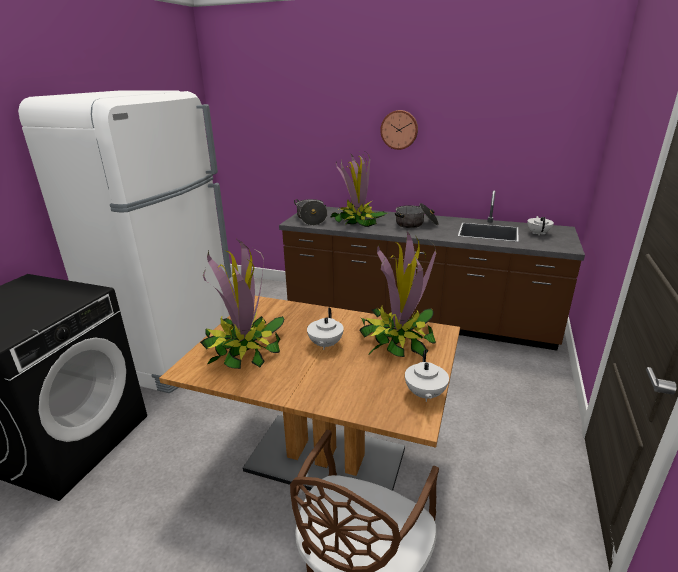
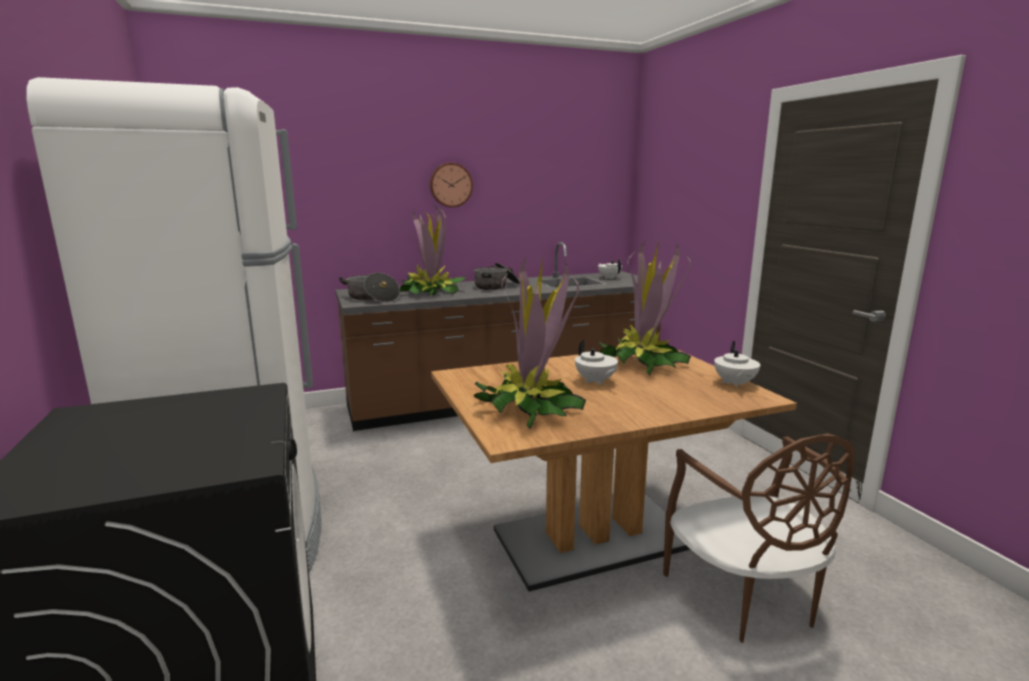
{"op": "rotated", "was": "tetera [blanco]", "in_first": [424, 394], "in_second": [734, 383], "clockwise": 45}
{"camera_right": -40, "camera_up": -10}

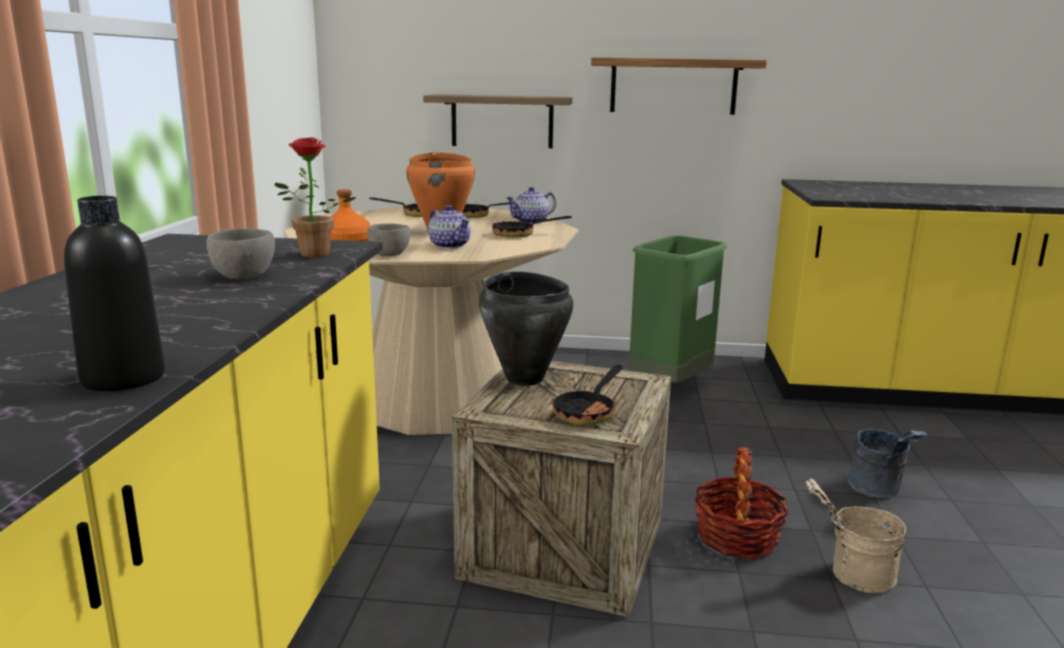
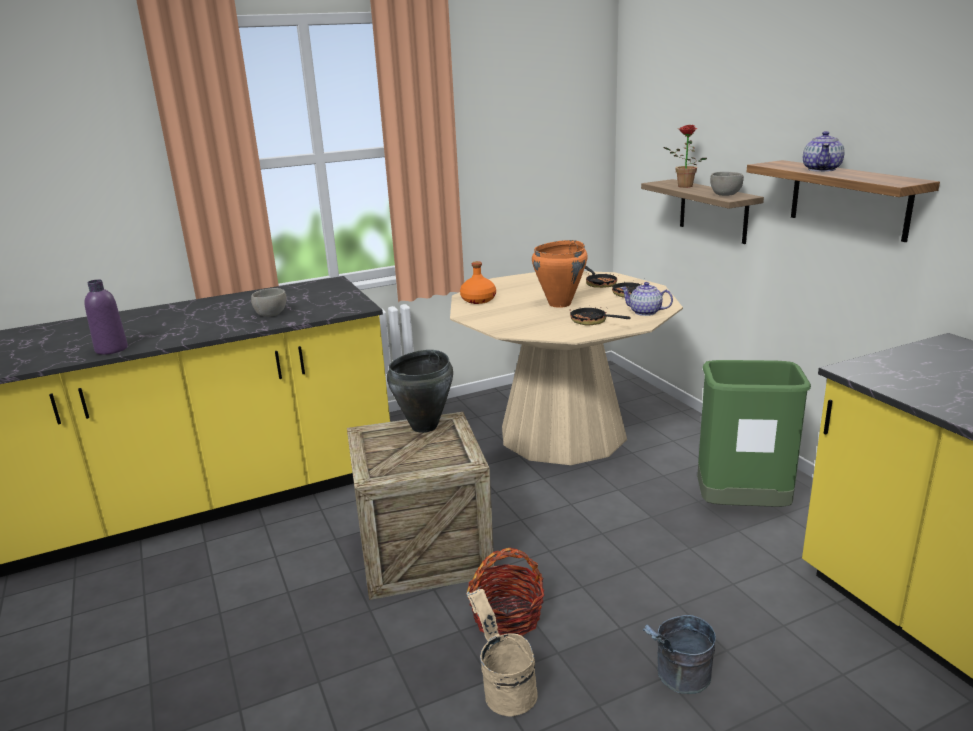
{"op": "gone", "was": "sartén", "in_first": [588, 412]}
{"op": "shifted", "was": "planta en maceta", "in_first": [312, 256], "in_second": [682, 186]}
{"op": "shifted", "was": "cuenco [gris]", "in_first": [391, 254], "in_second": [726, 195]}
{"op": "shifted", "was": "tetera", "in_first": [449, 245], "in_second": [822, 169]}
{"op": "repainted", "was": "botella [negro]", "now": "botella [morado]", "in_first": [123, 378], "in_second": [111, 349]}
{"camera_right": 60, "camera_up": 5}

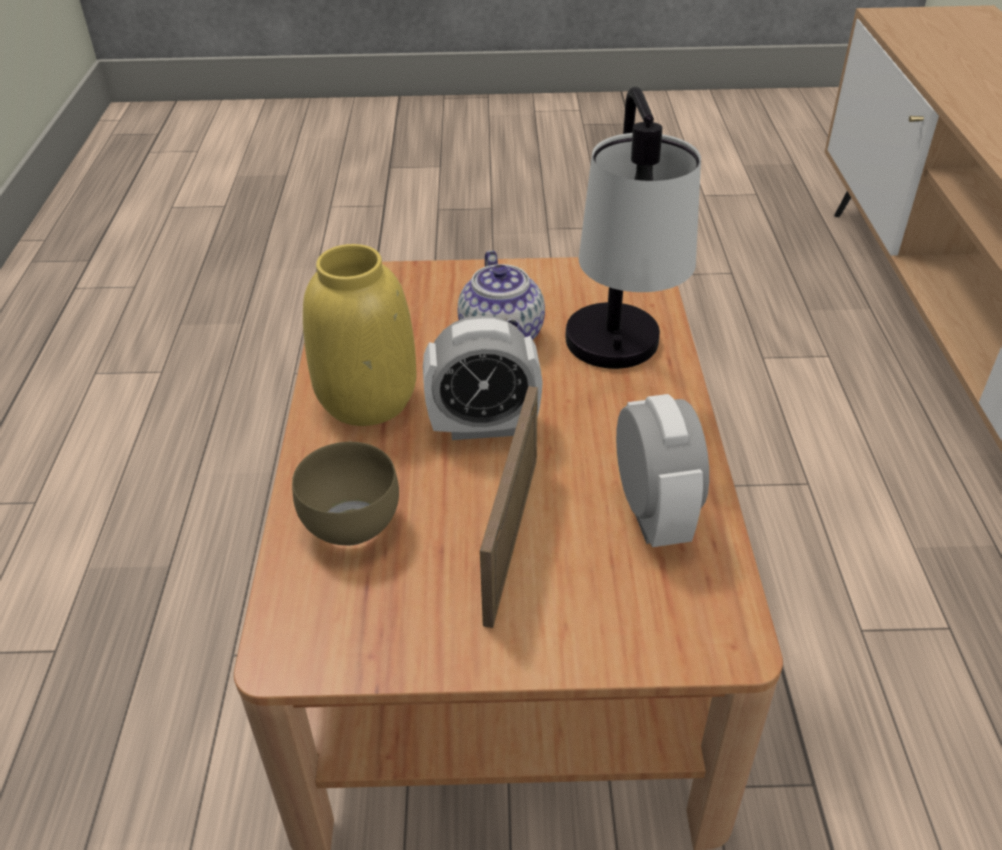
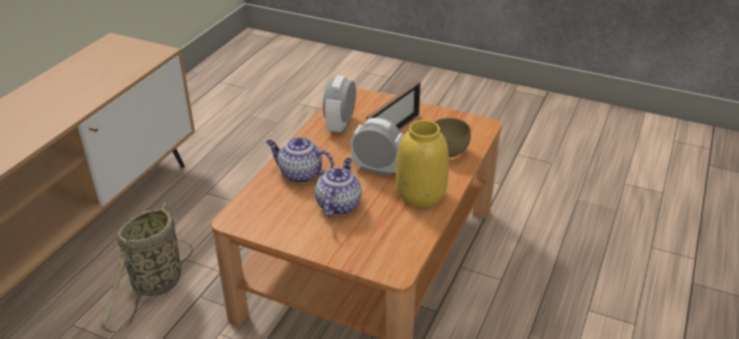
{"op": "new", "now": "cesta", "in_second": [156, 286]}
{"op": "swapped", "was": "lámpara de mesa", "now": "tetera", "in_first": [619, 369], "in_second": [300, 174]}
{"camera_right": -155, "camera_up": -5}

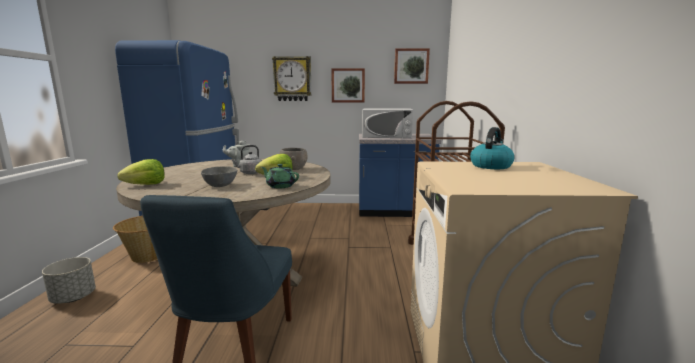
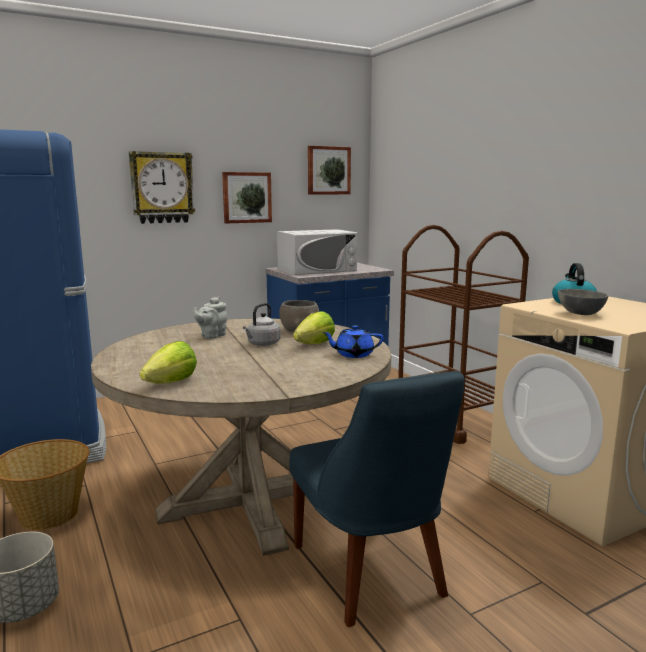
{"op": "shifted", "was": "cuenco [gris]", "in_first": [220, 185], "in_second": [579, 313]}
{"op": "repainted", "was": "tetera [verde]", "now": "tetera [azul]", "in_first": [280, 186], "in_second": [353, 354]}
{"camera_right": -30, "camera_up": 0}

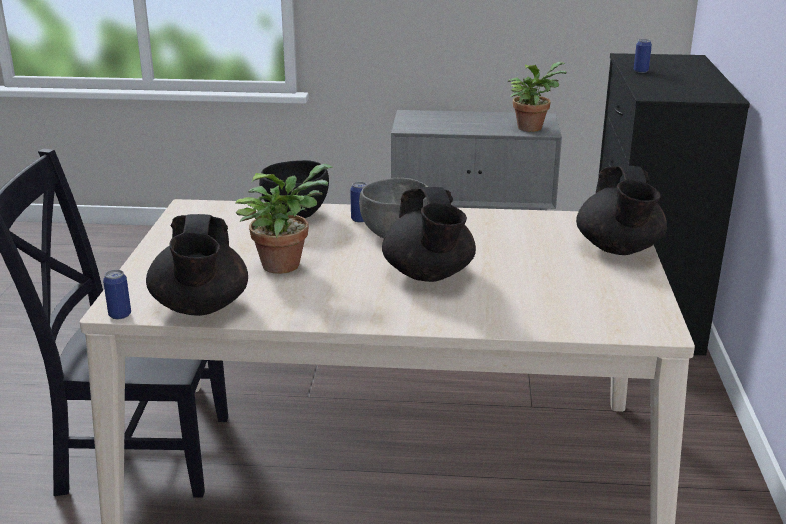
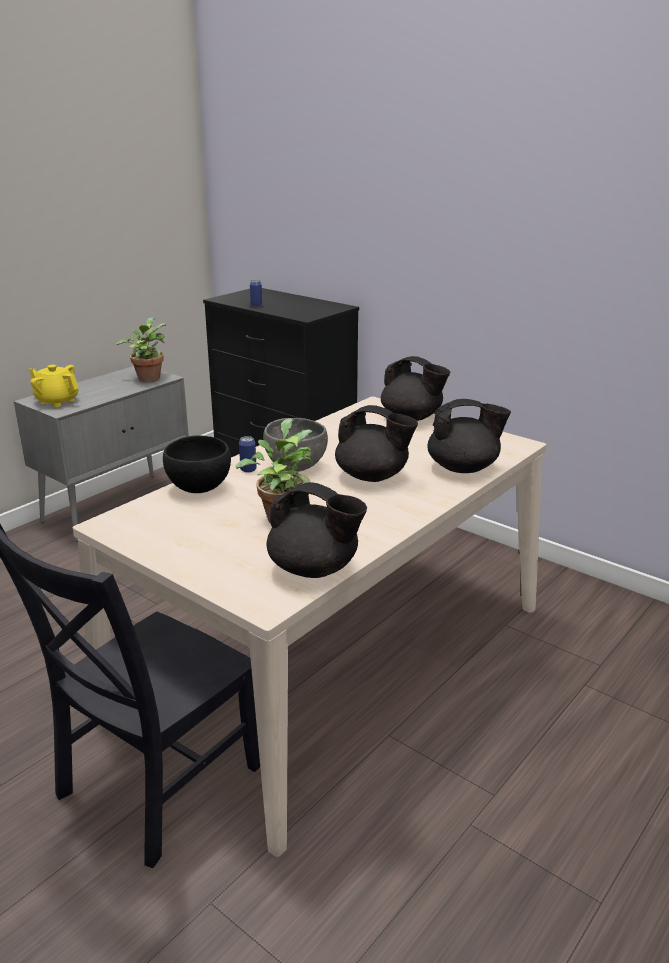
{"op": "gone", "was": "lata", "in_first": [120, 315]}
{"op": "new", "now": "tetera [amarillo]", "in_second": [57, 401]}
{"op": "new", "now": "tetera [negro]", "in_second": [464, 468]}
{"camera_right": -55, "camera_up": 0}

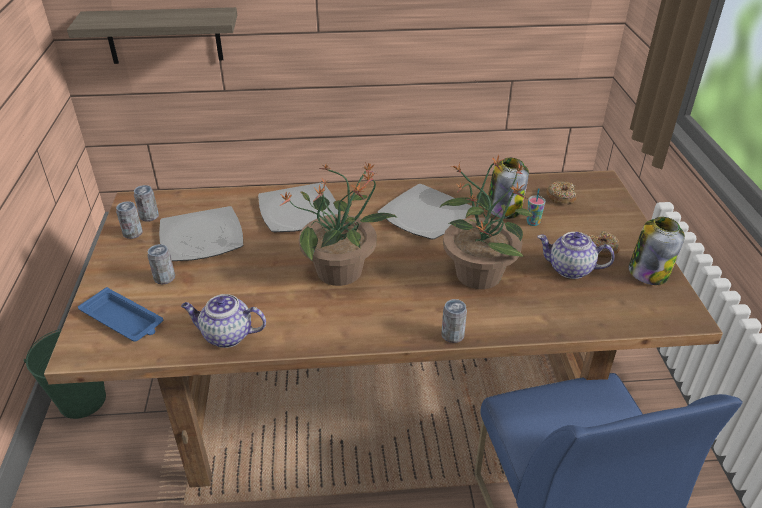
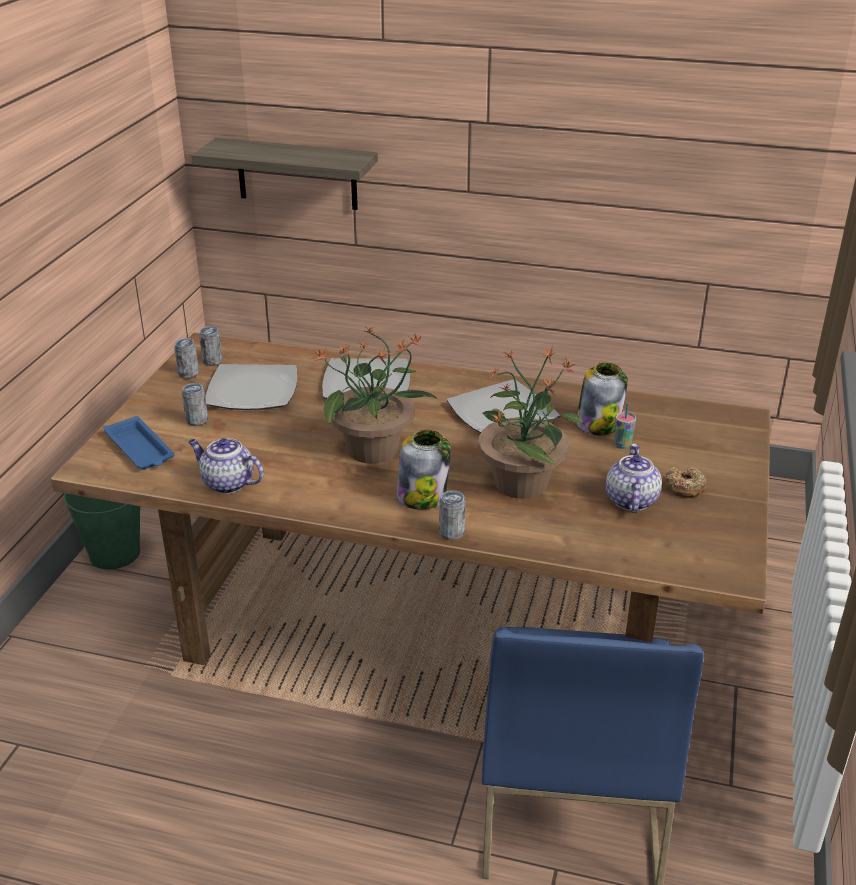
{"op": "gone", "was": "rosquilla", "in_first": [561, 197]}
{"op": "shifted", "was": "tarro", "in_first": [648, 272], "in_second": [422, 496]}
{"op": "rotated", "was": "tetera", "in_first": [570, 269], "in_second": [630, 500], "clockwise": 60}
{"camera_right": 20, "camera_up": -5}

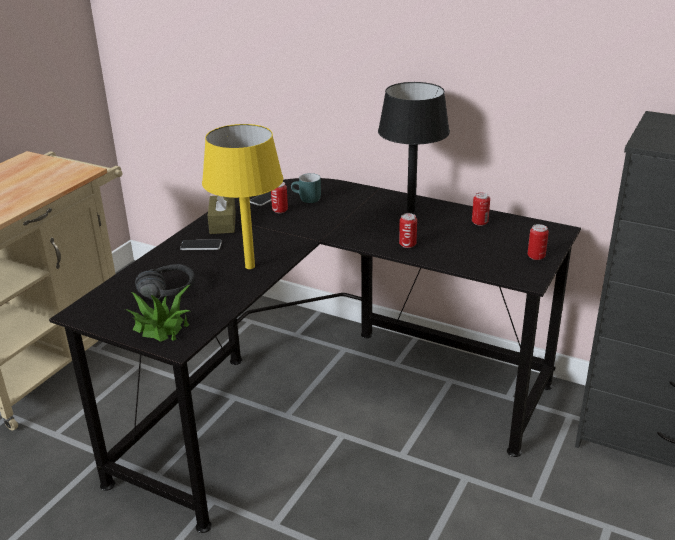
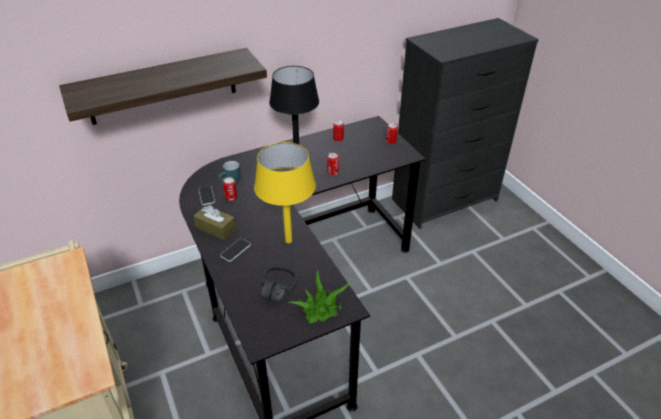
{"op": "new", "now": "estante", "in_second": [162, 86]}
{"camera_right": -55, "camera_up": 10}

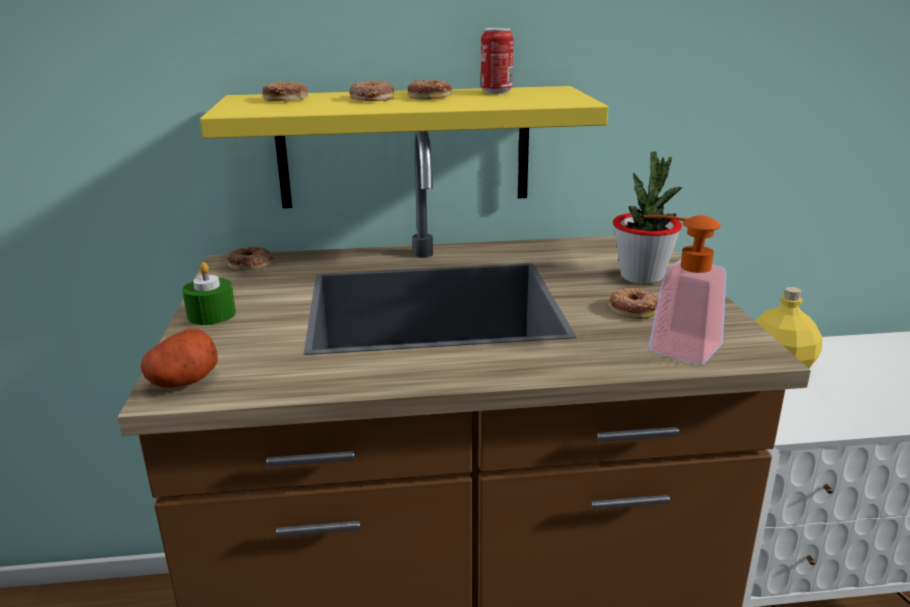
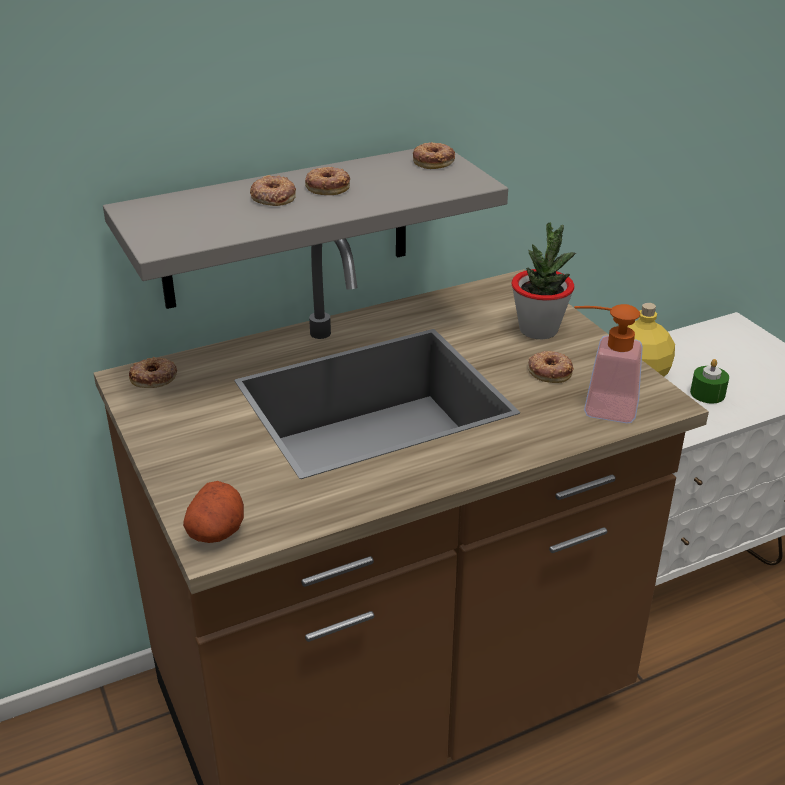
{"op": "gone", "was": "lata", "in_first": [496, 92]}
{"op": "shifted", "was": "vela [verde]", "in_first": [211, 314], "in_second": [707, 393]}
{"op": "shifted", "was": "rosquilla", "in_first": [286, 98], "in_second": [433, 161]}
{"op": "repainted", "was": "estante [amarillo]", "now": "estante [gris]", "in_first": [404, 147], "in_second": [286, 227]}
{"camera_right": -20, "camera_up": 10}

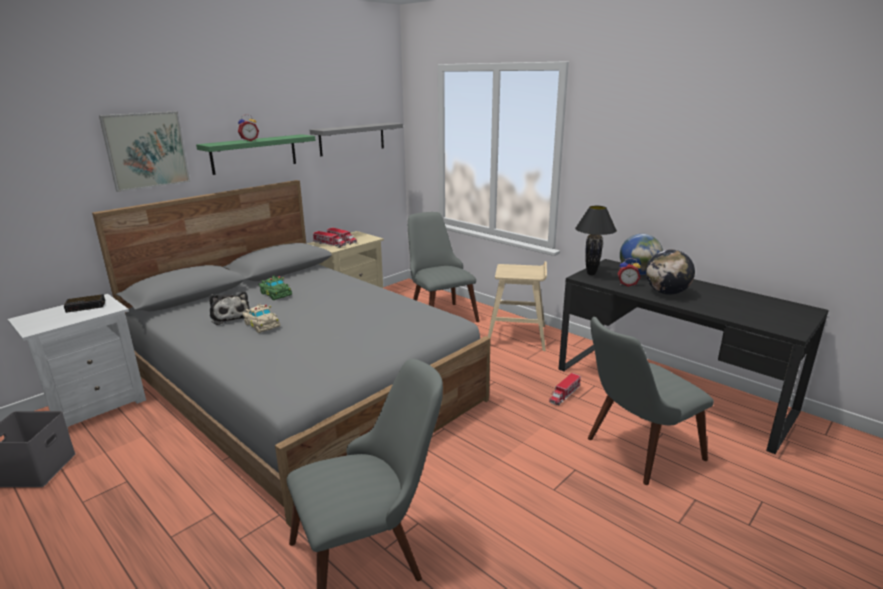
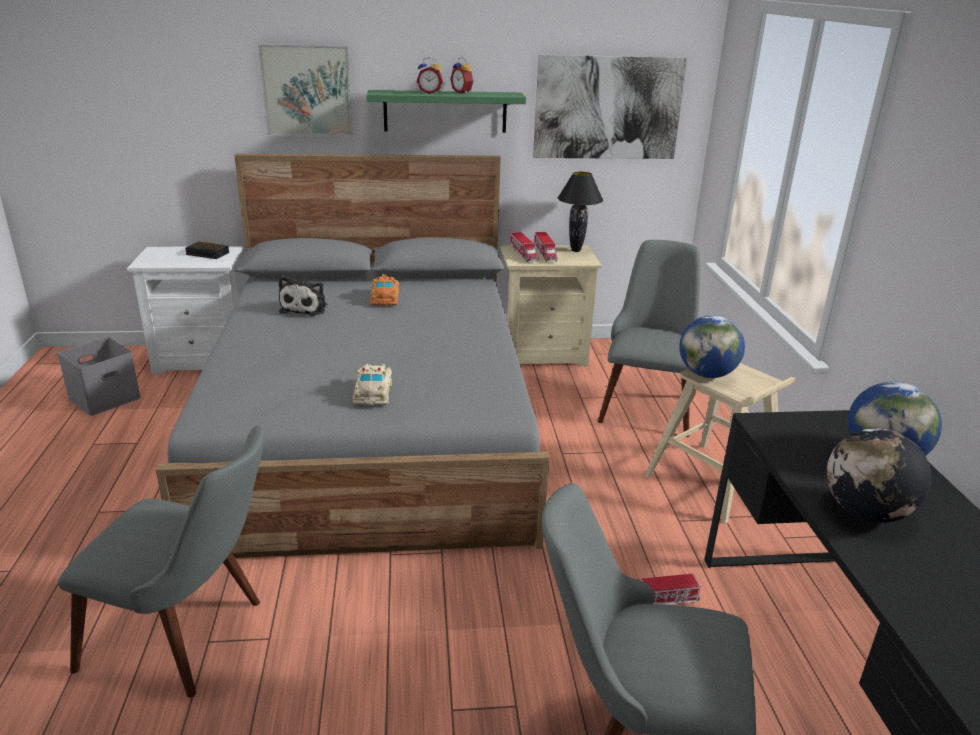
{"op": "new", "now": "globo terráqueo", "in_second": [706, 374]}
{"op": "shifted", "was": "coche de juguete [beis]", "in_first": [262, 324], "in_second": [374, 393]}
{"op": "shifted", "was": "lámpara de mesa [negro]", "in_first": [591, 274], "in_second": [576, 250]}
{"op": "shifted", "was": "despertador", "in_first": [627, 284], "in_second": [463, 92]}
{"op": "swapped", "was": "estante [gris]", "now": "cuadro", "in_first": [352, 139], "in_second": [608, 108]}
{"op": "repainted", "was": "coche de juguete [verde]", "now": "coche de juguete [naranja]", "in_first": [276, 294], "in_second": [385, 298]}
{"camera_right": 40, "camera_up": 5}

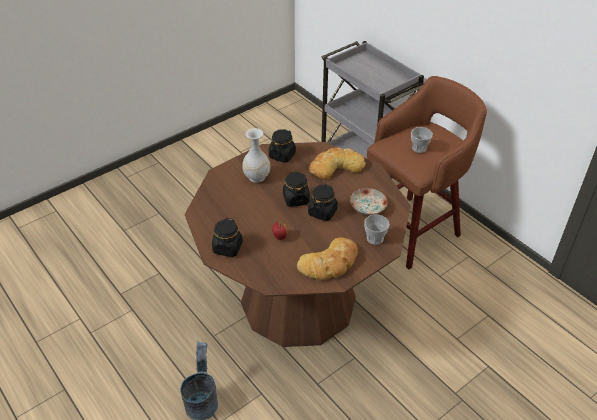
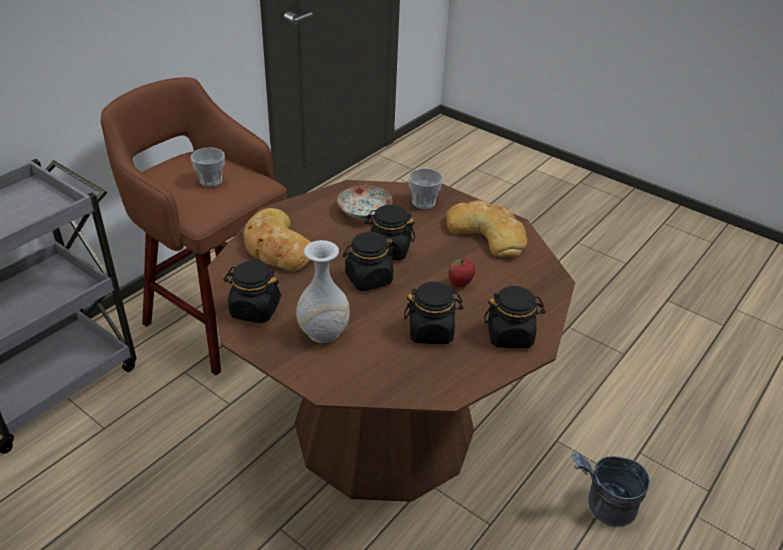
{"op": "new", "now": "tarro [negro]", "in_second": [431, 331]}
{"camera_right": -105, "camera_up": -5}

